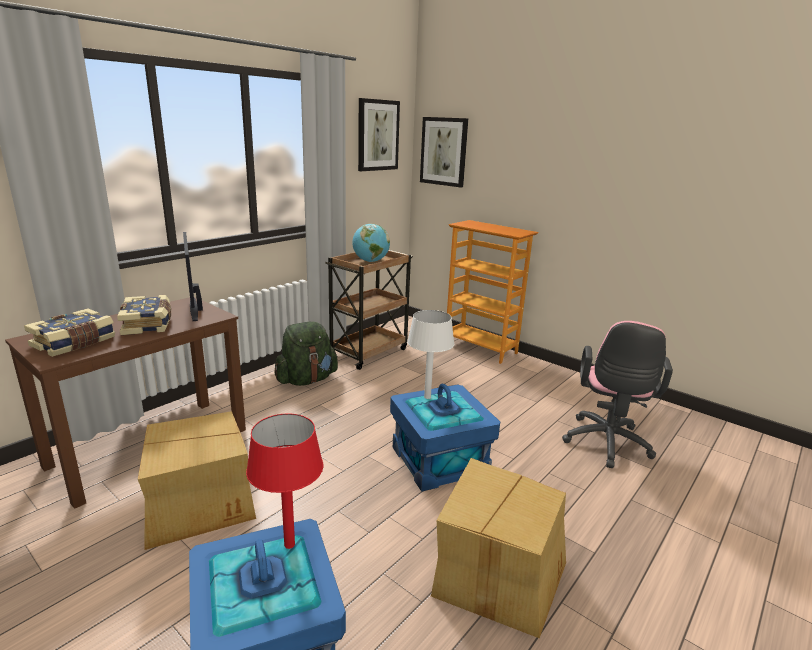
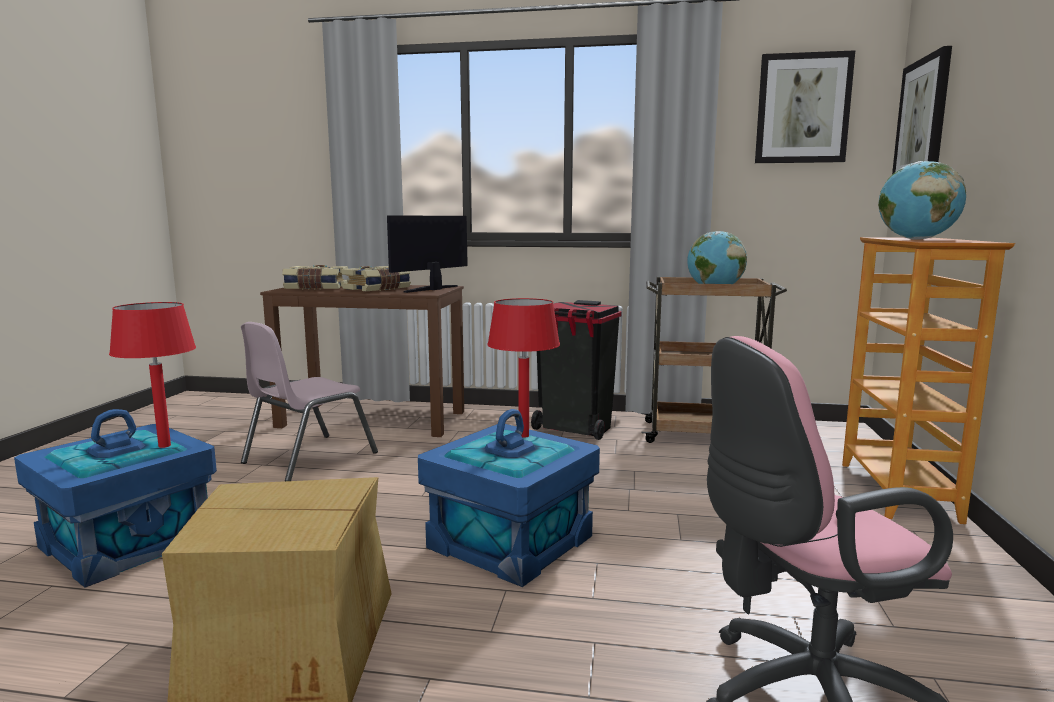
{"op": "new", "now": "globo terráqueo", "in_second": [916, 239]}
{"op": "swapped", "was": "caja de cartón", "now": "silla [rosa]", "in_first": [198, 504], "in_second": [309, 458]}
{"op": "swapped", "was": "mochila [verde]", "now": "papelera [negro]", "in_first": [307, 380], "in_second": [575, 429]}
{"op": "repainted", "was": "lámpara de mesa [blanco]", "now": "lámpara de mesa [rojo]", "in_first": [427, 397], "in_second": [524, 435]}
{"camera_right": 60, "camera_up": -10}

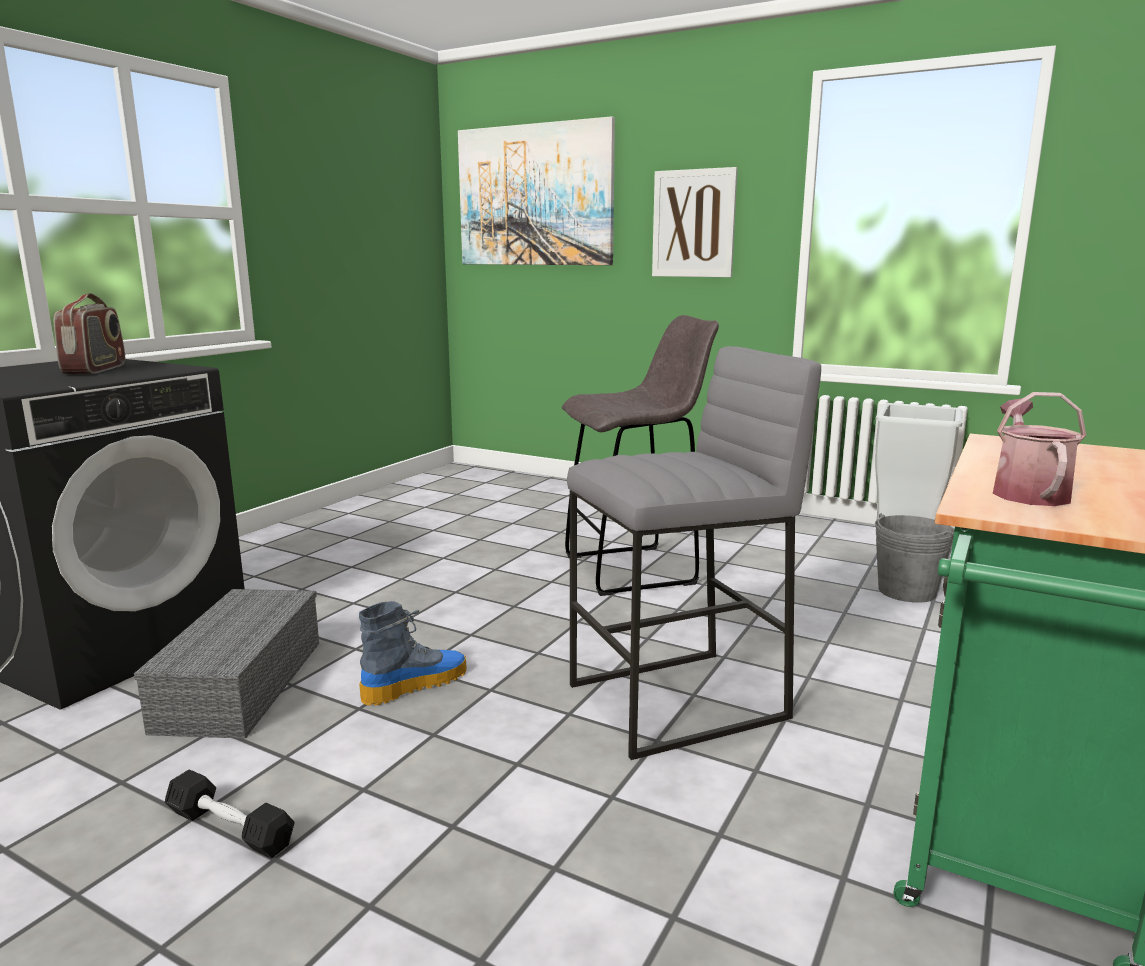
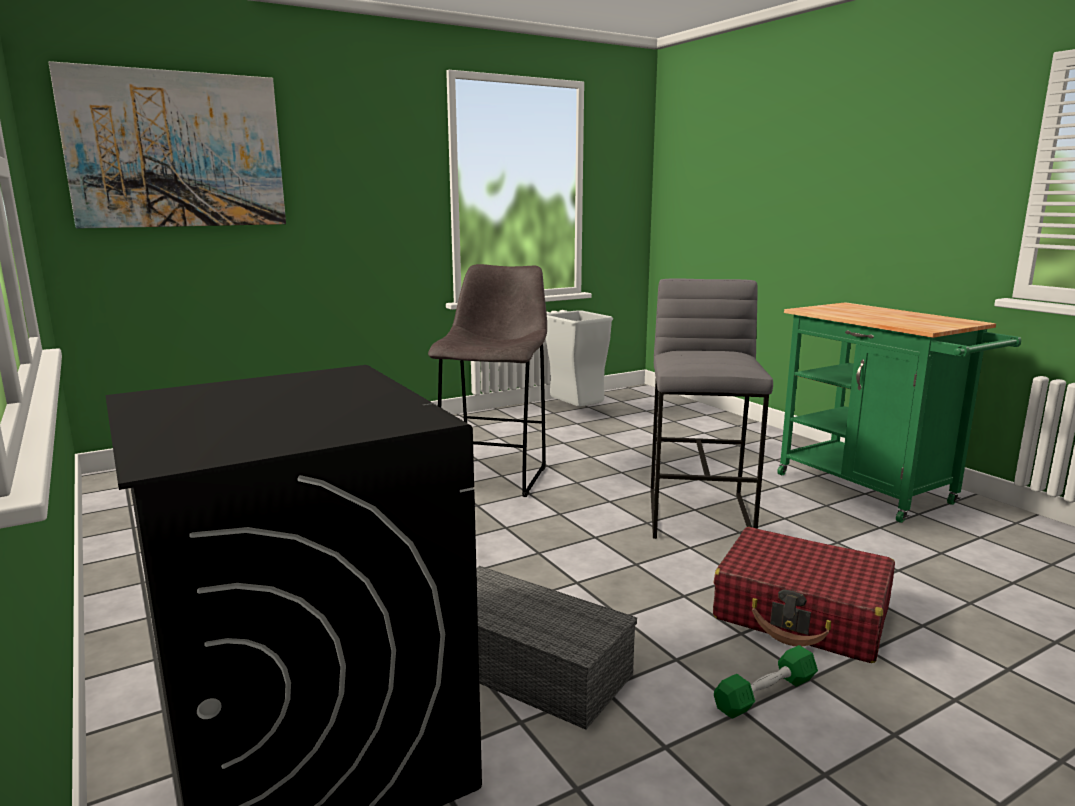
{"op": "gone", "was": "radio", "in_first": [96, 369]}
{"op": "gone", "was": "bota", "in_first": [415, 684]}
{"op": "gone", "was": "cuadro", "in_first": [693, 224]}
{"op": "gone", "was": "cubo [gris]", "in_first": [906, 591]}
{"op": "gone", "was": "regadera", "in_first": [1027, 492]}
{"op": "new", "now": "maleta [rojo]", "in_second": [802, 614]}
{"op": "repainted", "was": "mancuerna [negro]", "now": "mancuerna [verde]", "in_first": [230, 828], "in_second": [765, 694]}
{"camera_right": -60, "camera_up": 0}

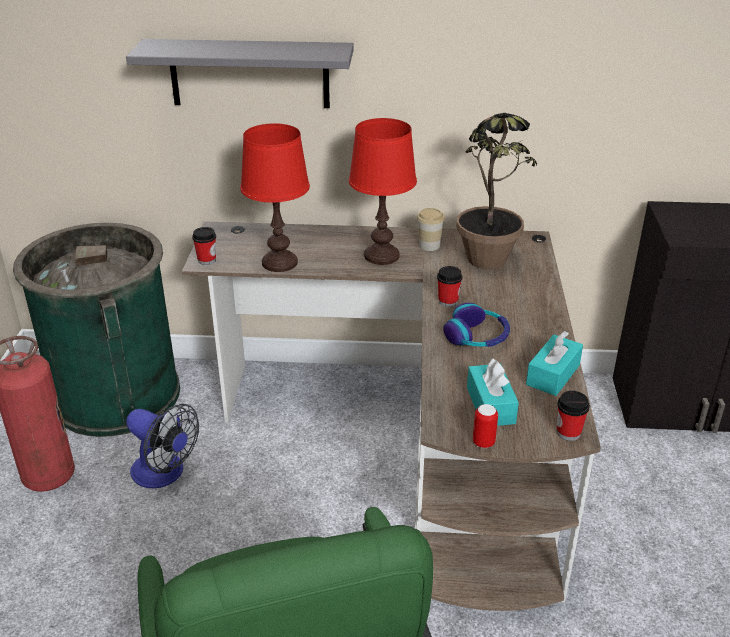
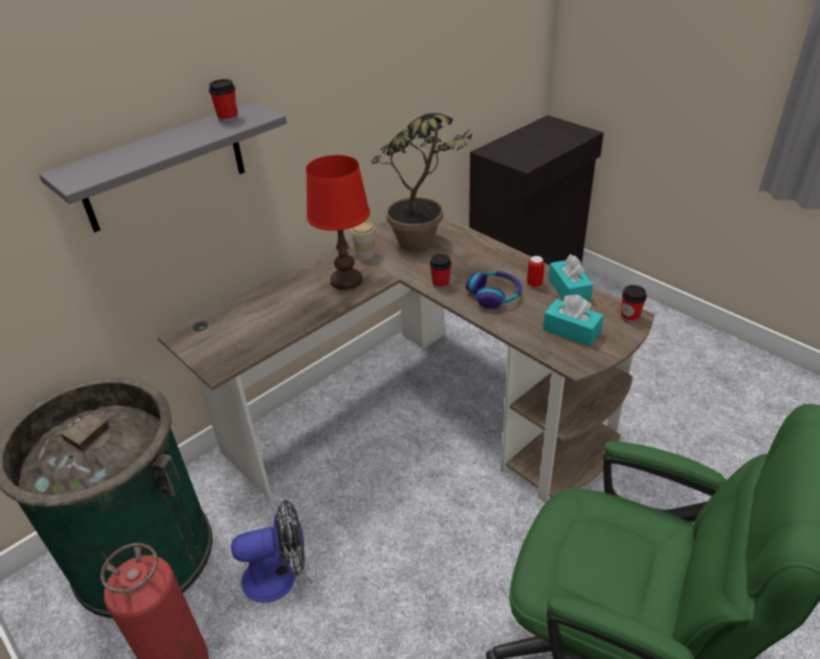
{"op": "gone", "was": "lámpara de mesa [rojo]", "in_first": [279, 263]}
{"op": "shifted", "was": "taza", "in_first": [207, 260], "in_second": [228, 118]}
{"op": "shifted", "was": "lata", "in_first": [483, 443], "in_second": [534, 284]}
{"camera_right": -45, "camera_up": 5}

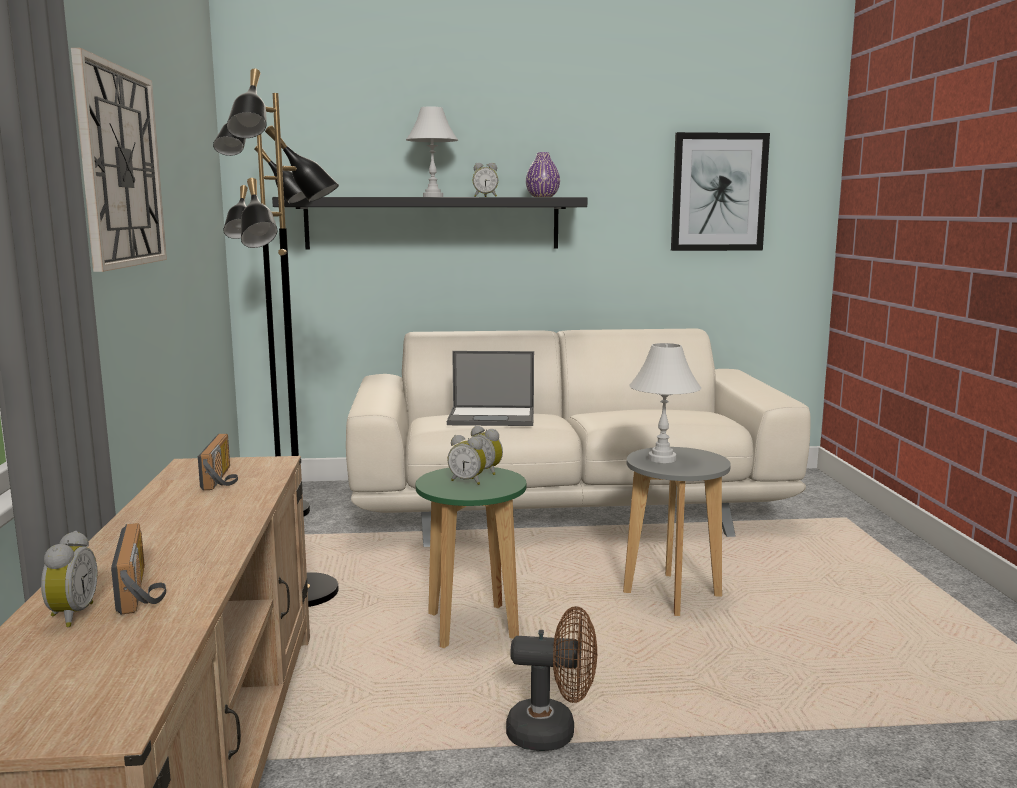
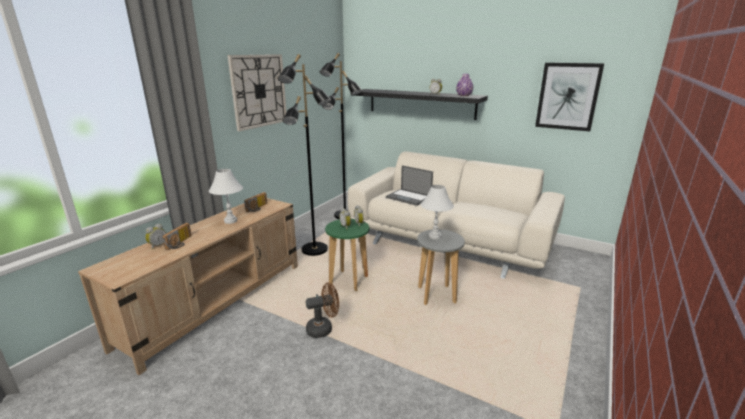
{"op": "shifted", "was": "lámpara de mesa [blanco]", "in_first": [432, 197], "in_second": [230, 221]}
{"op": "rotated", "was": "ventilador [marrón]", "in_first": [553, 732], "in_second": [323, 328], "clockwise": -60}
{"camera_right": 35, "camera_up": 10}

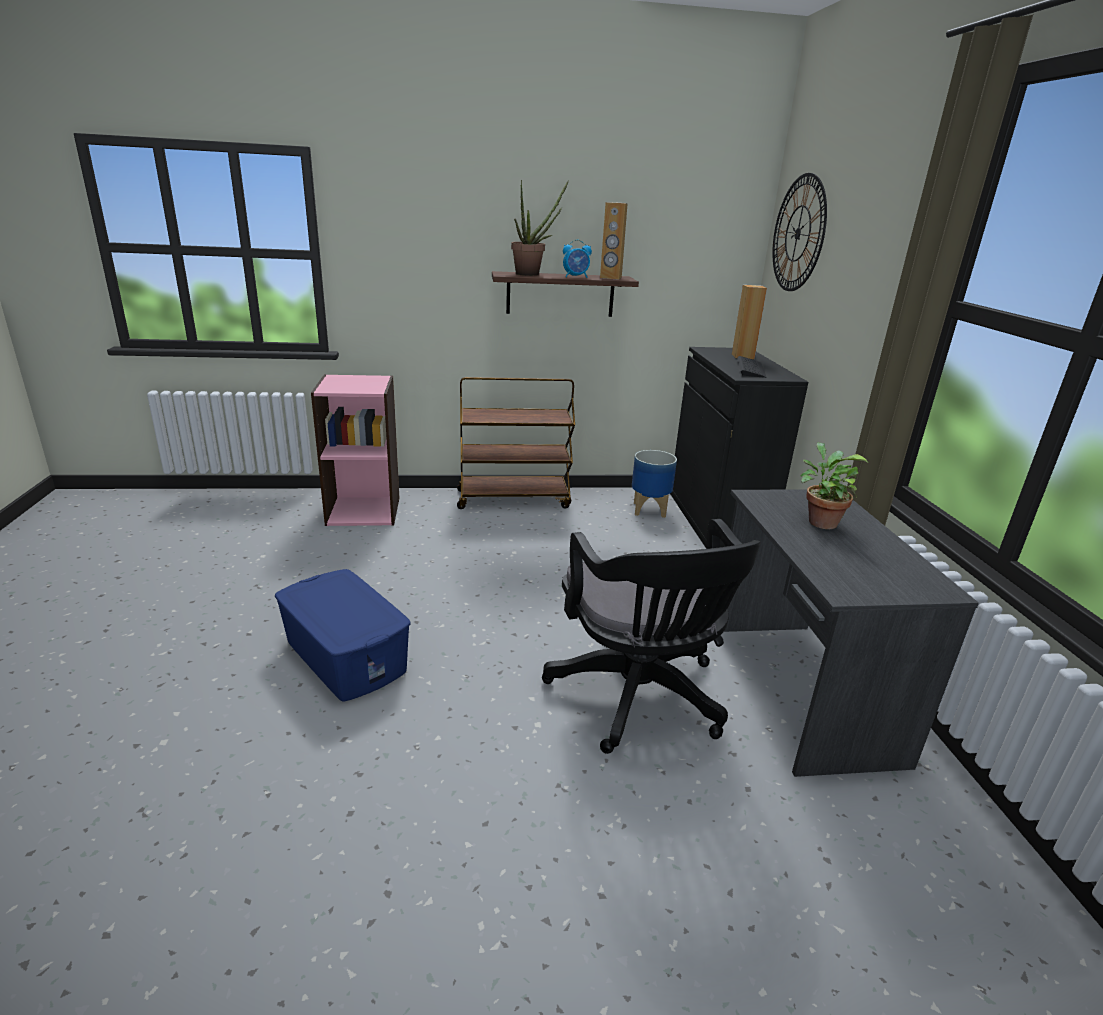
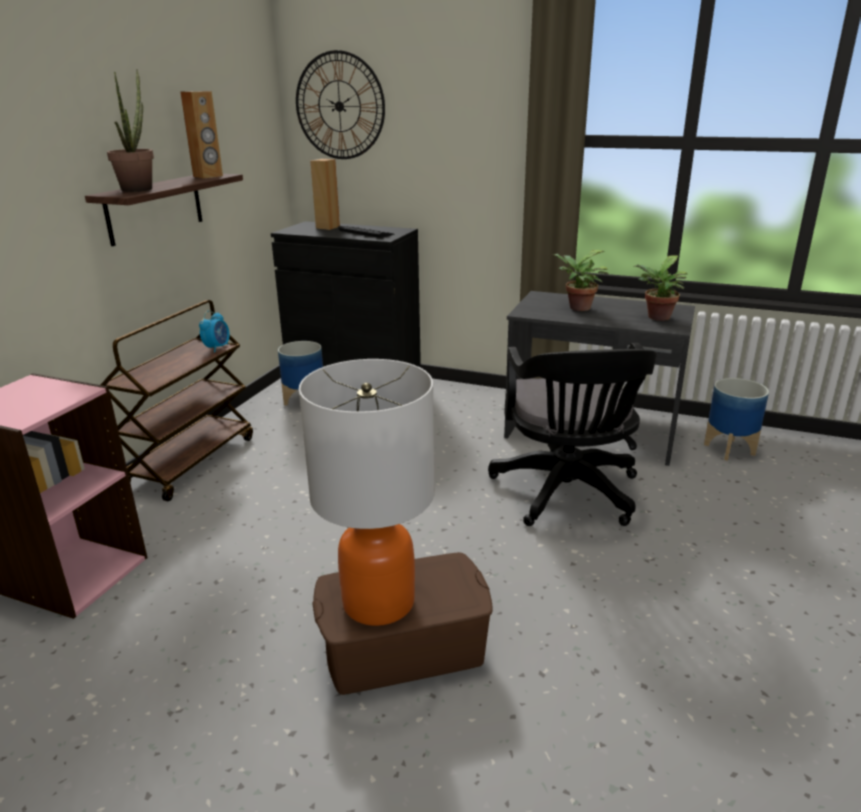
{"op": "new", "now": "lámpara de mesa", "in_second": [379, 602]}
{"op": "new", "now": "planta en maceta", "in_second": [657, 318]}
{"op": "new", "now": "maceta", "in_second": [728, 449]}
{"op": "shifted", "was": "despertador", "in_first": [576, 277], "in_second": [217, 348]}
{"op": "repainted", "was": "caja de almacenaje [azul]", "now": "caja de almacenaje [marrón]", "in_first": [346, 656], "in_second": [403, 648]}
{"op": "rotated", "was": "silla de oficina [negro]", "in_first": [640, 698], "in_second": [567, 495], "clockwise": 75}
{"camera_right": -60, "camera_up": 0}

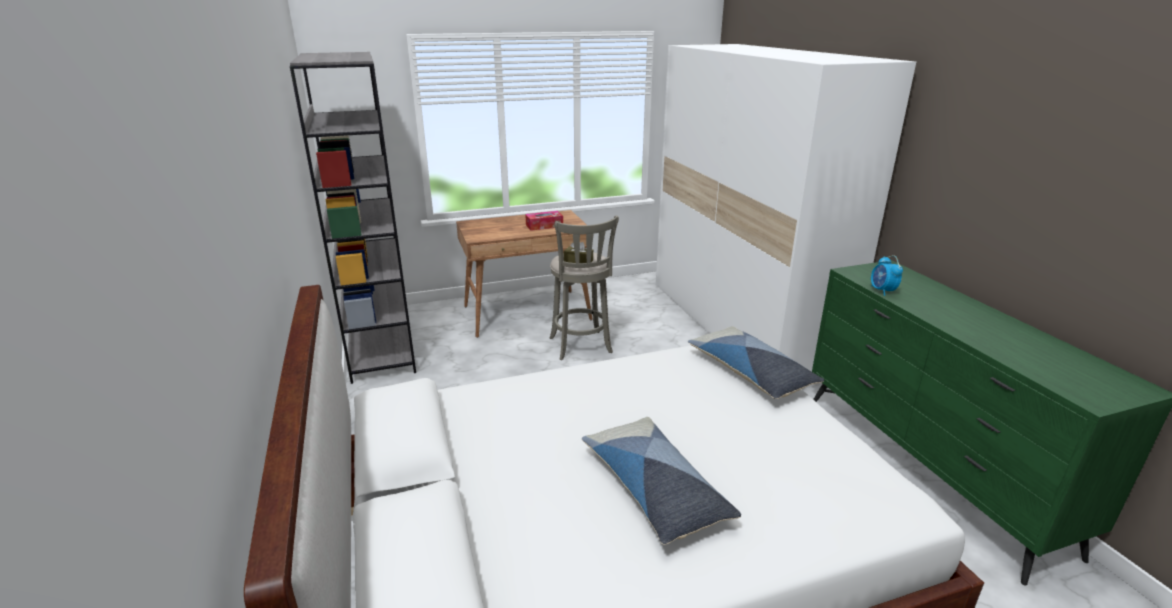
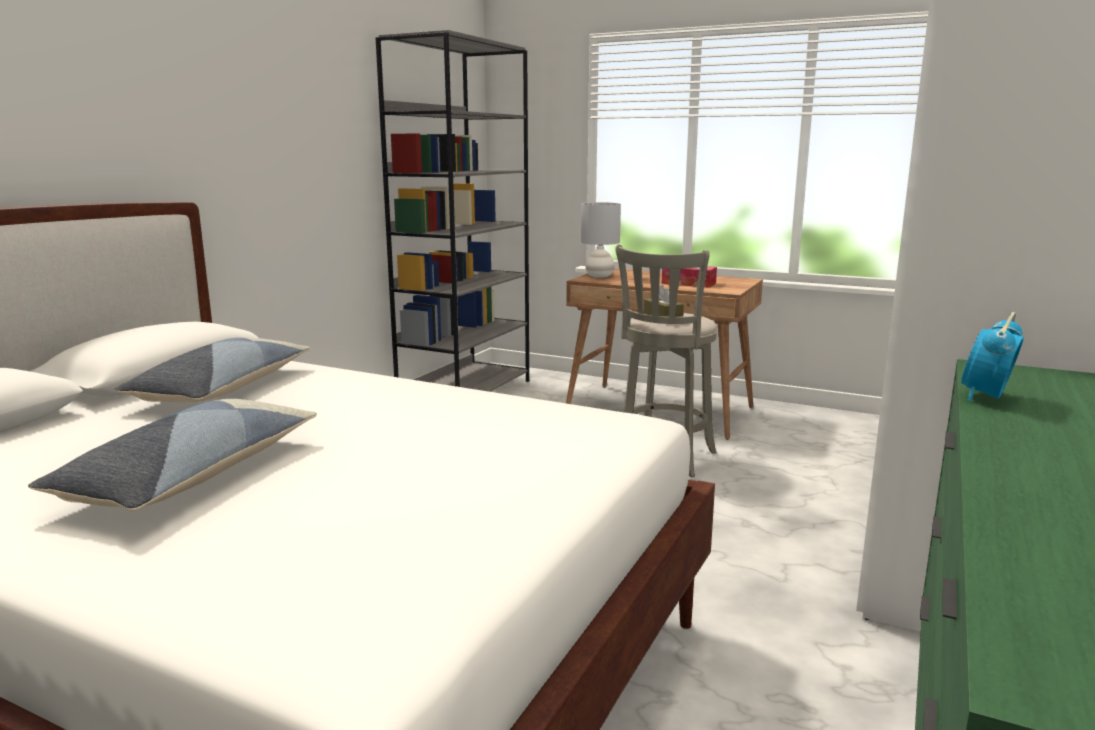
{"op": "new", "now": "lámpara de mesa [gris]", "in_second": [600, 276]}
{"op": "shifted", "was": "cojín", "in_first": [750, 372], "in_second": [222, 388]}
{"camera_right": 45, "camera_up": -10}

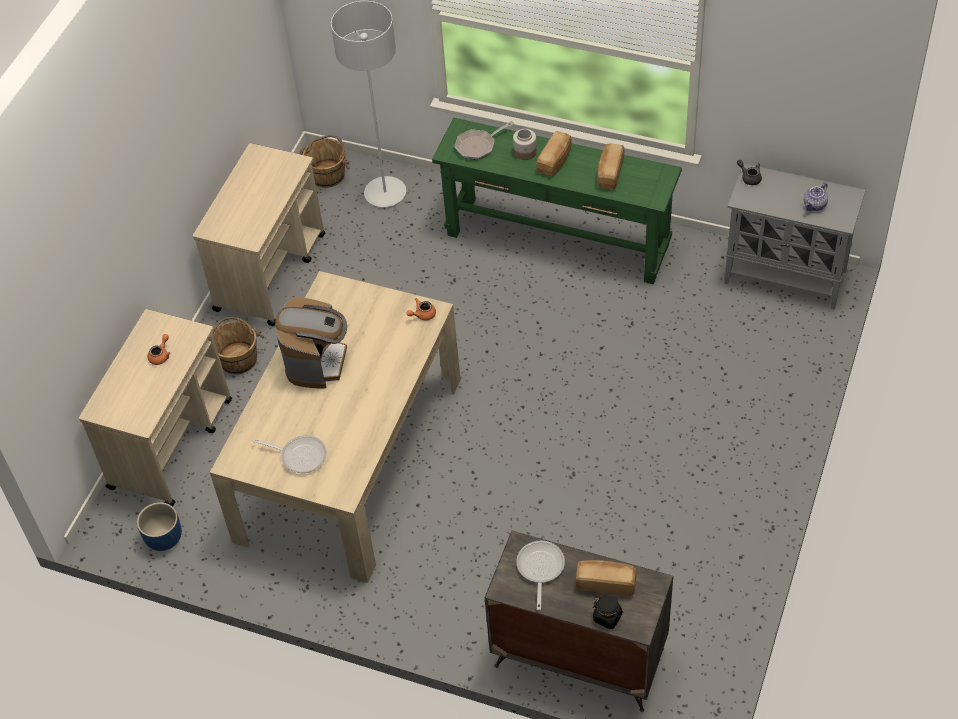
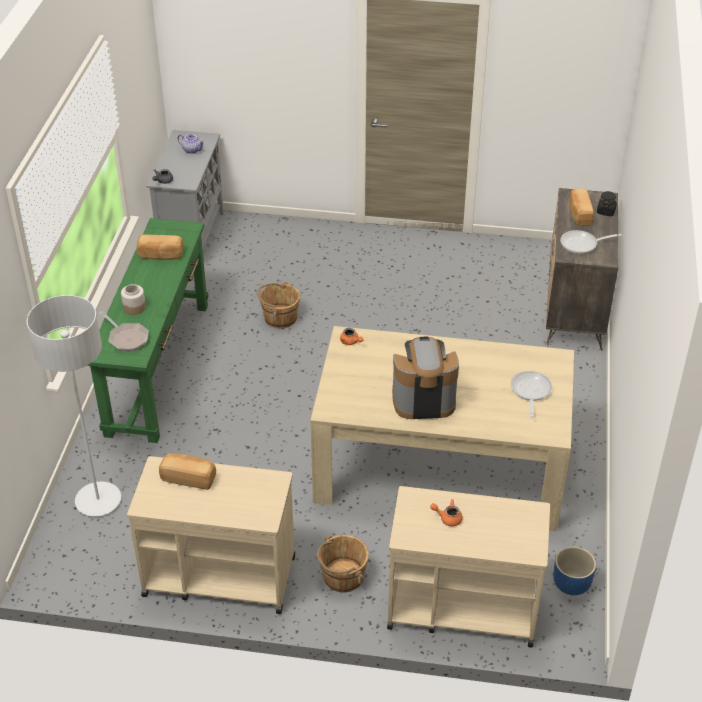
{"op": "shifted", "was": "cubo [marrón]", "in_first": [328, 174], "in_second": [279, 317]}
{"op": "shifted", "was": "pan", "in_first": [555, 161], "in_second": [189, 478]}
{"camera_right": -105, "camera_up": -10}

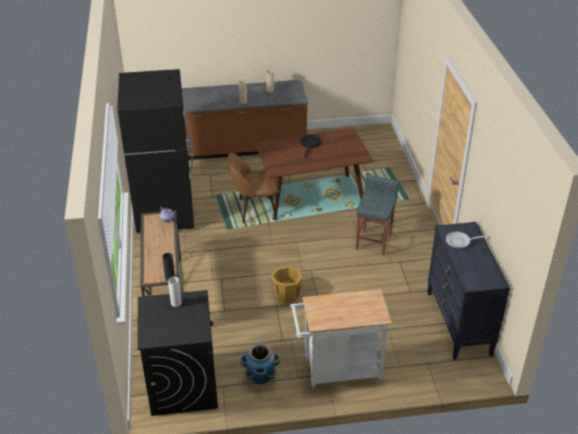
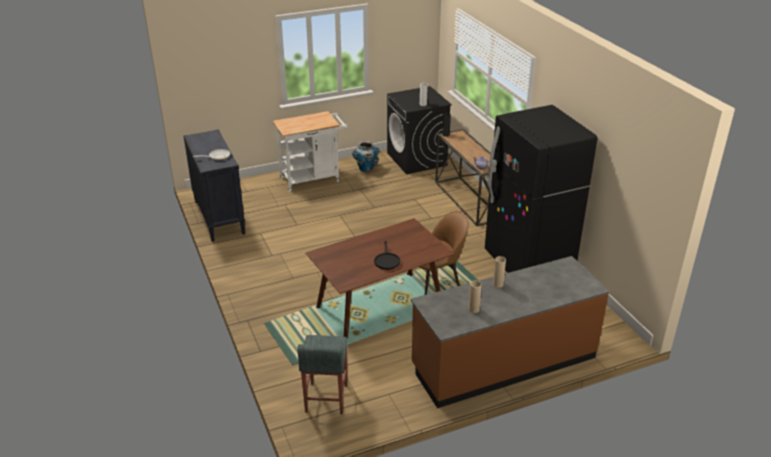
{"op": "gone", "was": "cubo [naranja]", "in_first": [286, 294]}
{"op": "shifted", "was": "taburete [gris]", "in_first": [374, 241], "in_second": [326, 399]}
{"camera_right": 165, "camera_up": -5}

